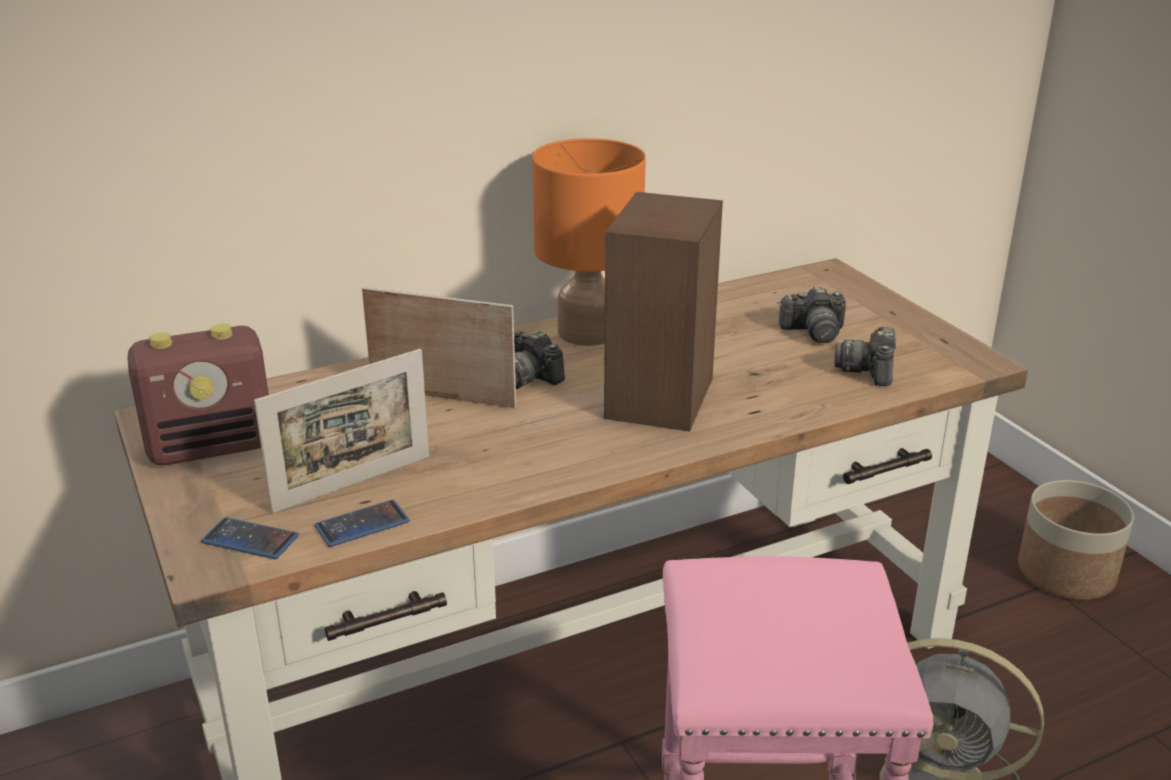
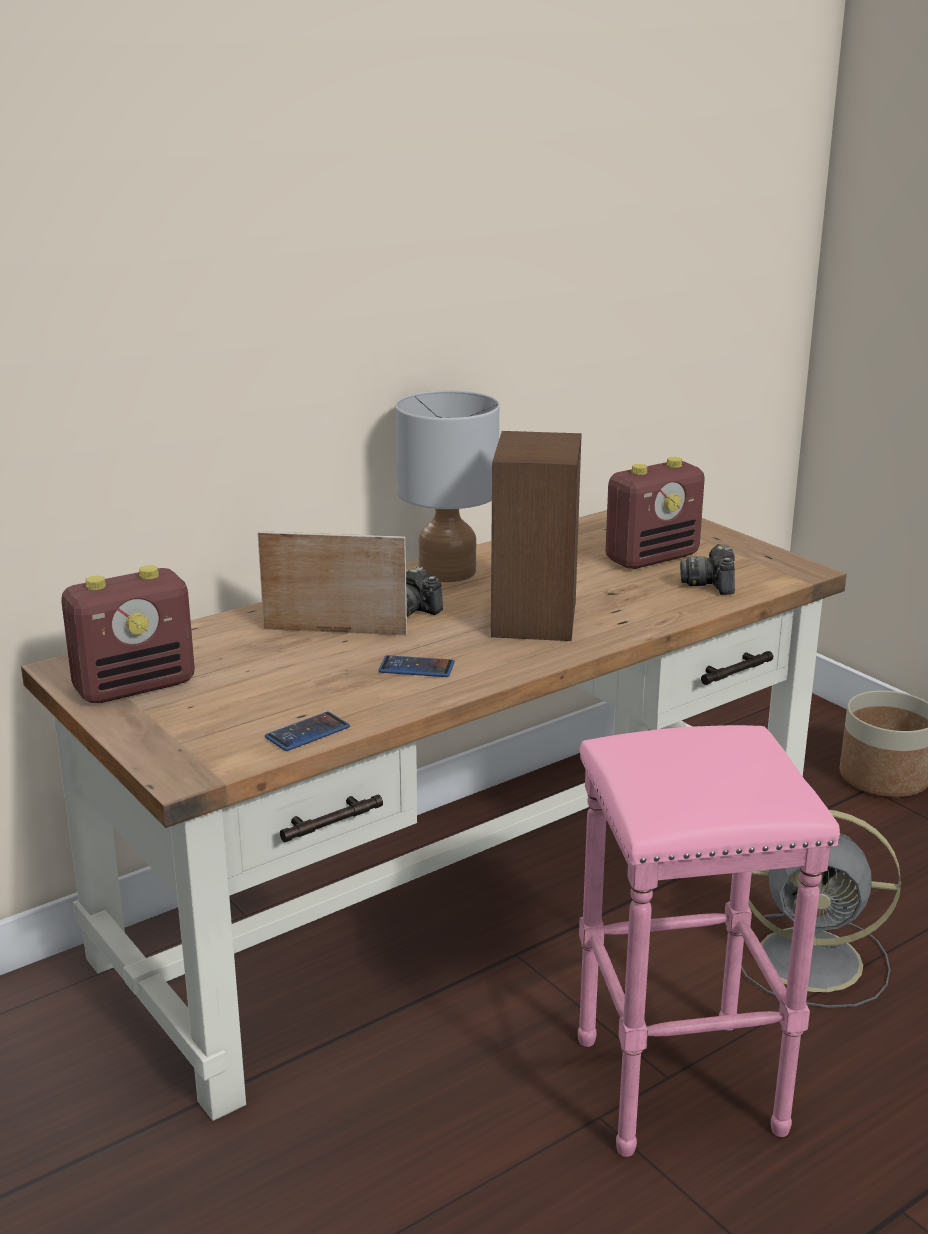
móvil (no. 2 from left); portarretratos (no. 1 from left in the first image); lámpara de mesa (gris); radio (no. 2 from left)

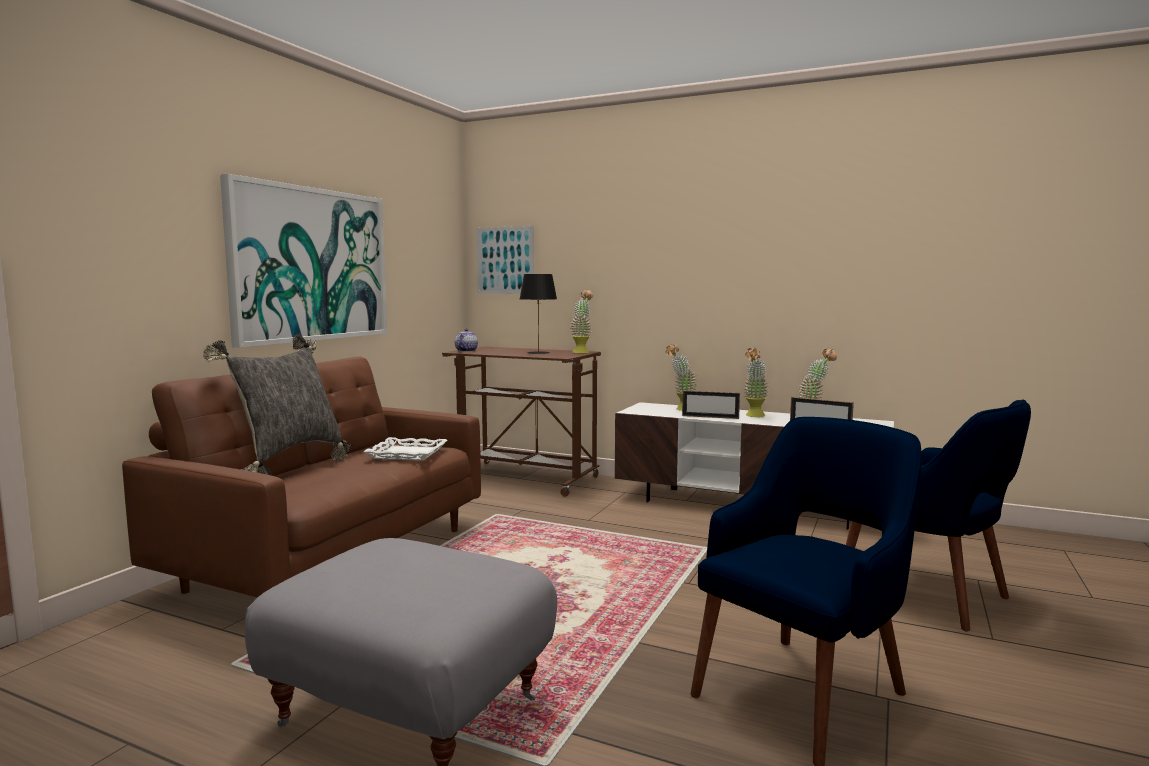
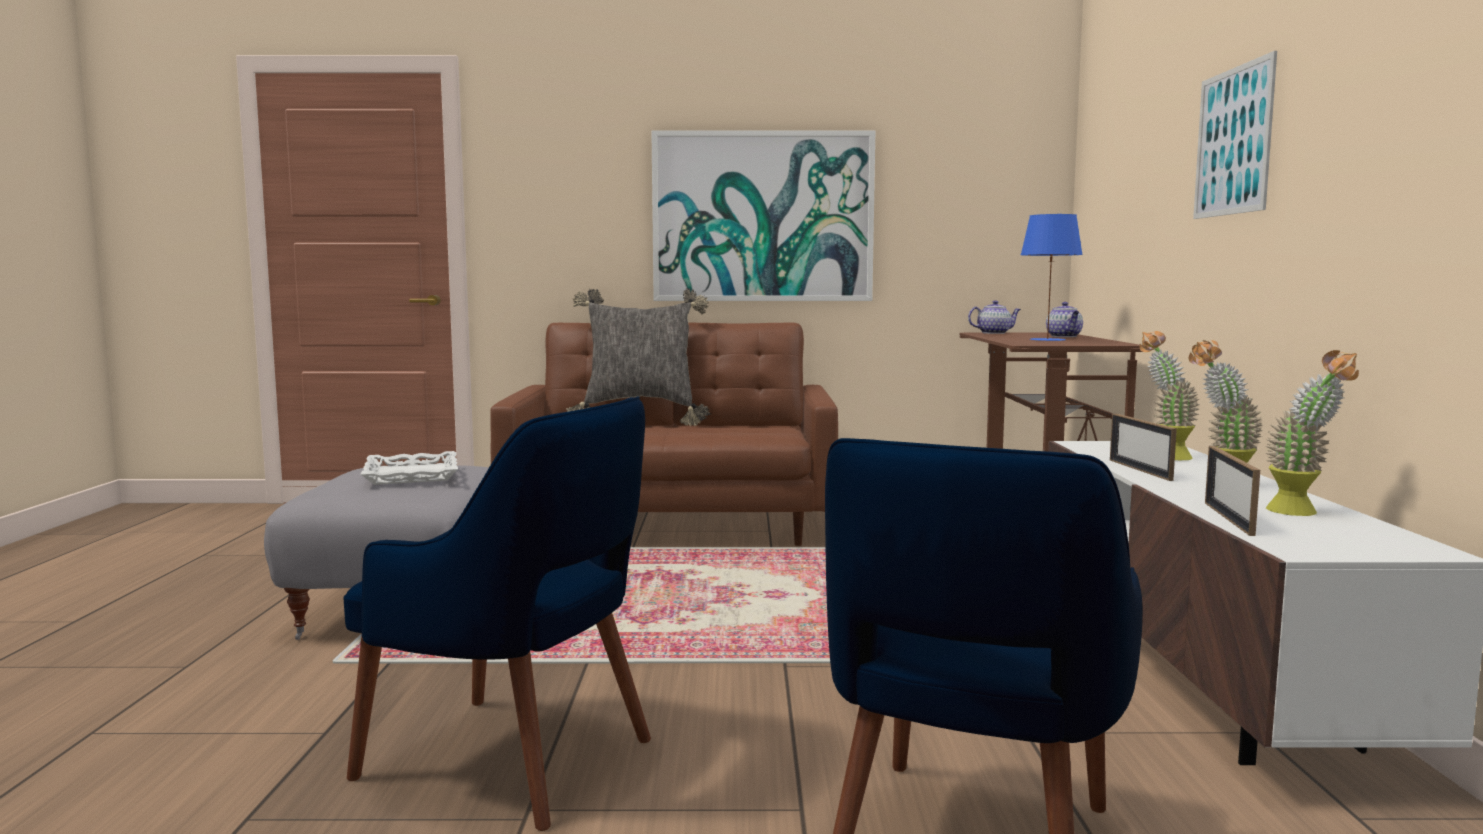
bandeja (blanco); cuadro (no. 2 from left); lámpara de mesa (azul); planta en maceta (no. 1 from left in the first image); tetera (no. 2 from left)

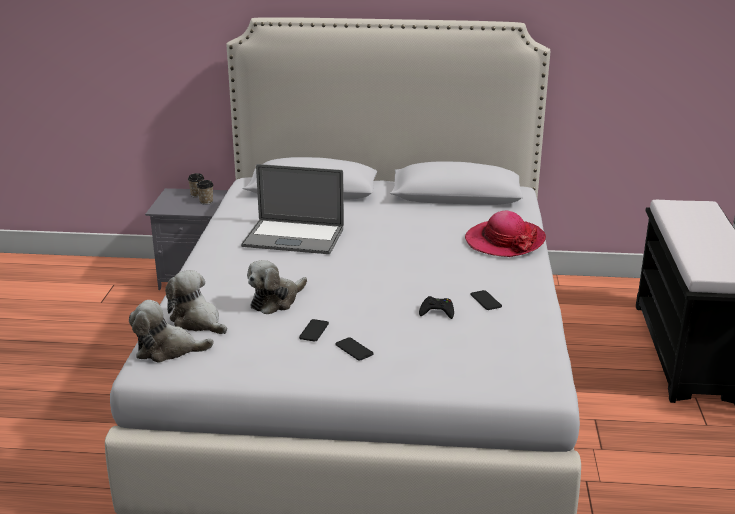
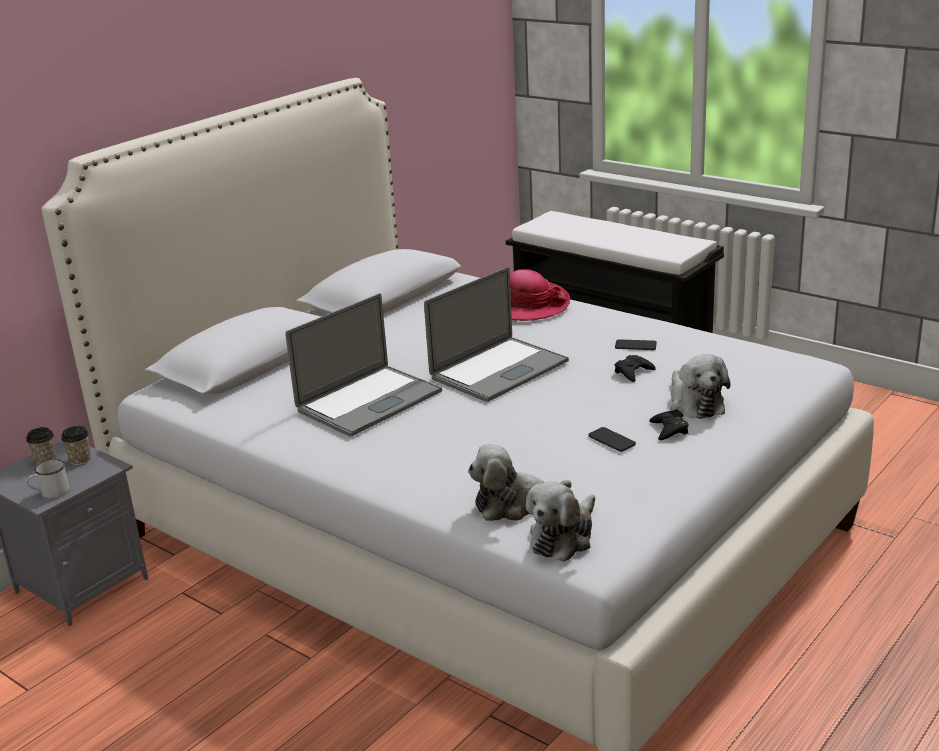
peluche (no. 3 from left); mando de consola (negro) (no. 2 from left); taza grande (blanco); portátil (no. 2 from left)

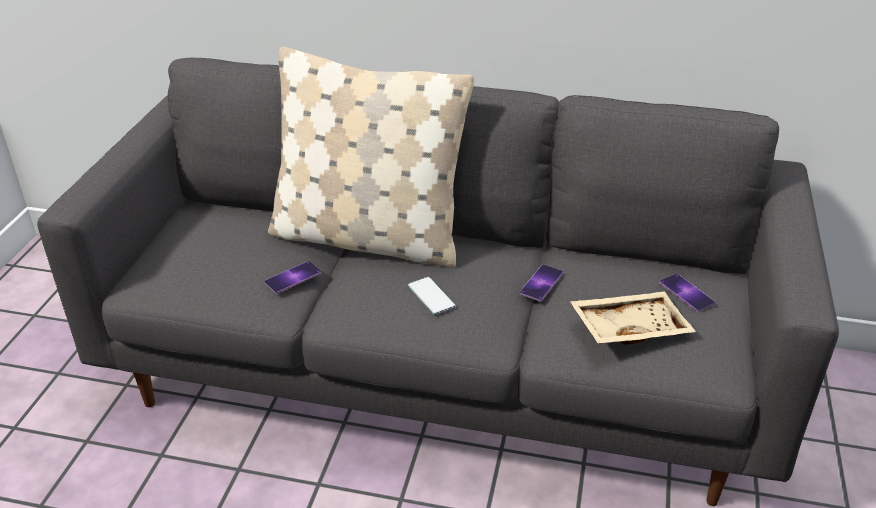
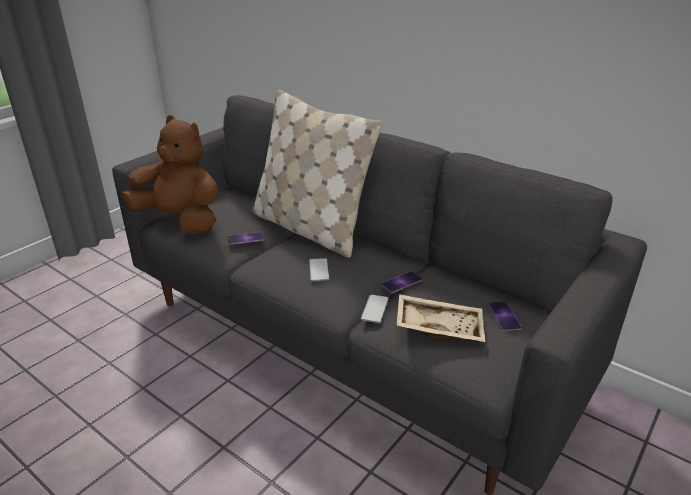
peluche (marrón); móvil (no. 3 from left)

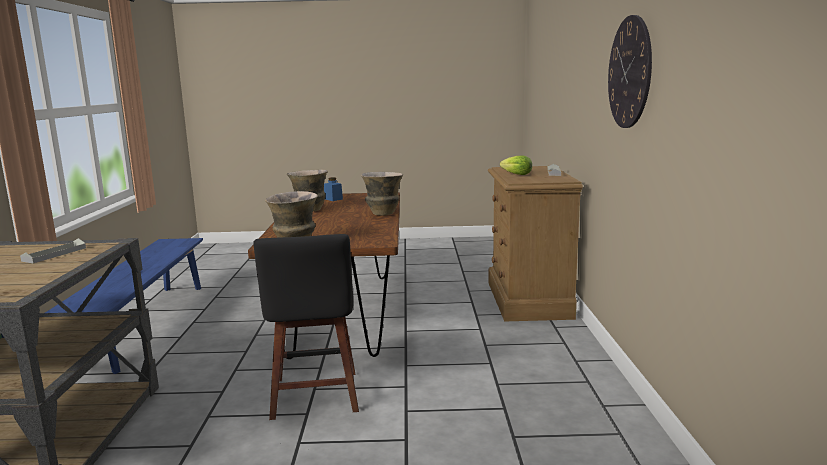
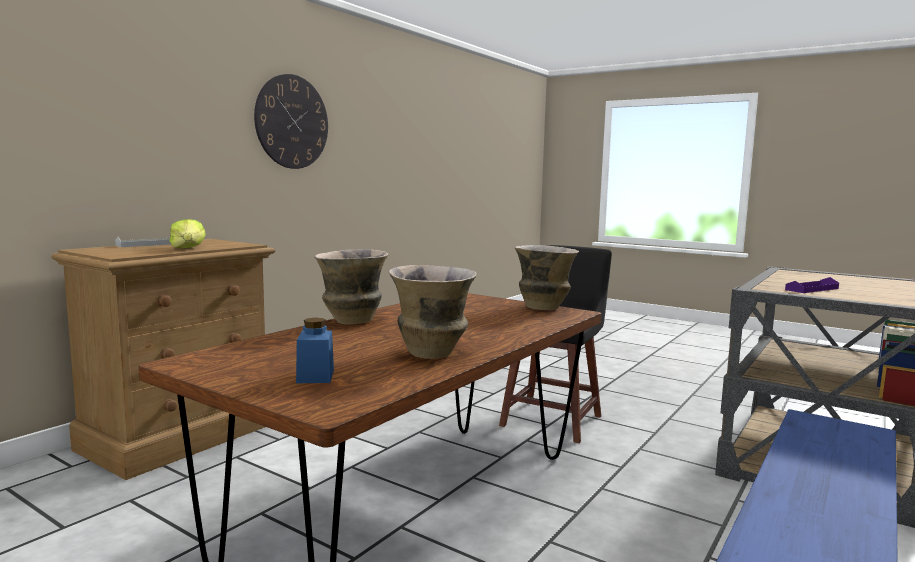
bandeja (morado)

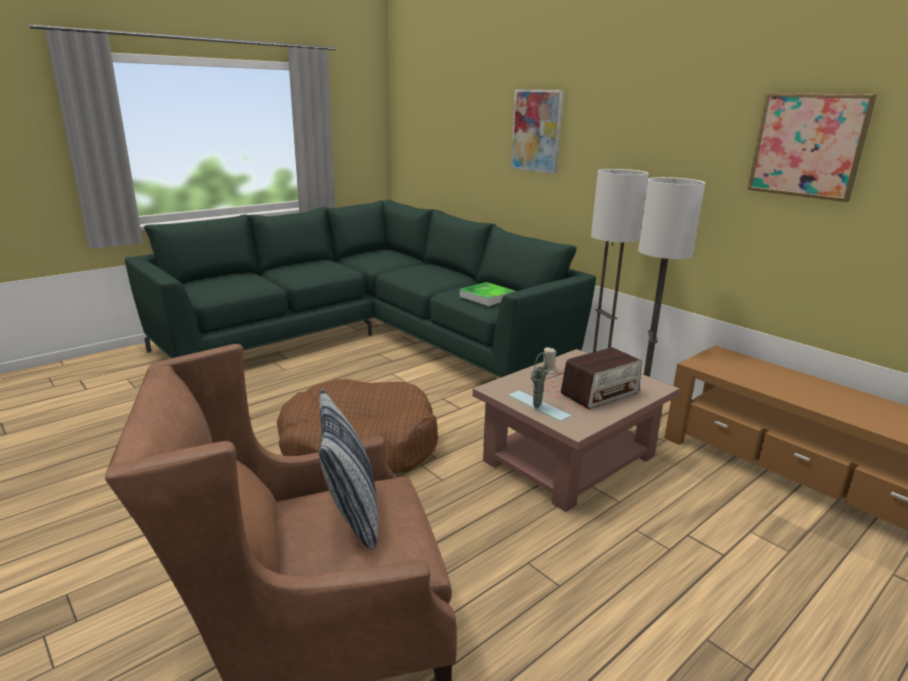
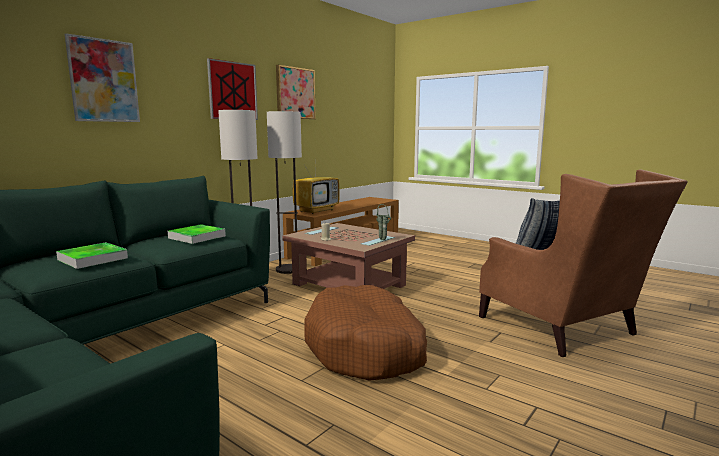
radio; bandeja (no. 1 from left); cuadro (no. 2 from left); televisor

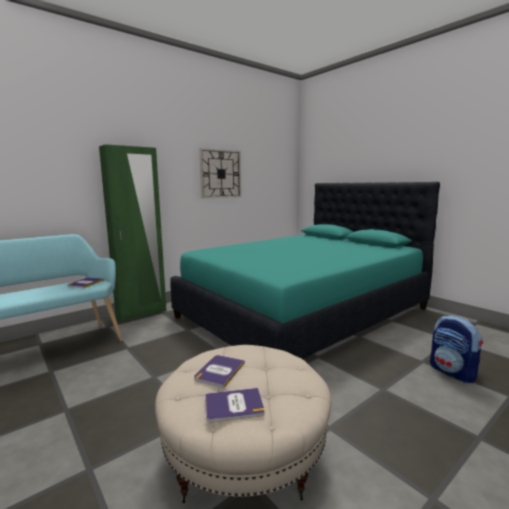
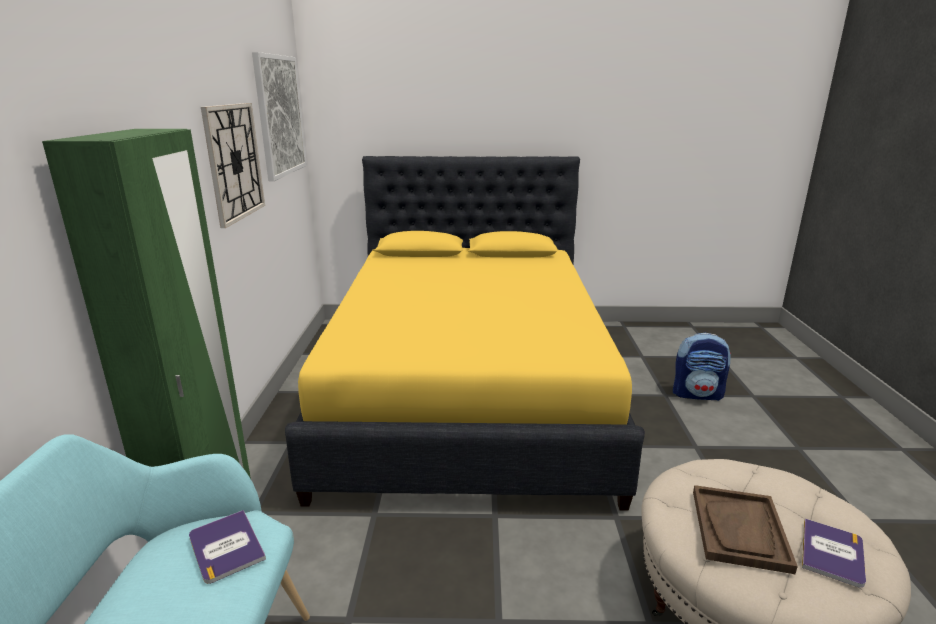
cama (amarillo); bandeja (marrón); cuadro

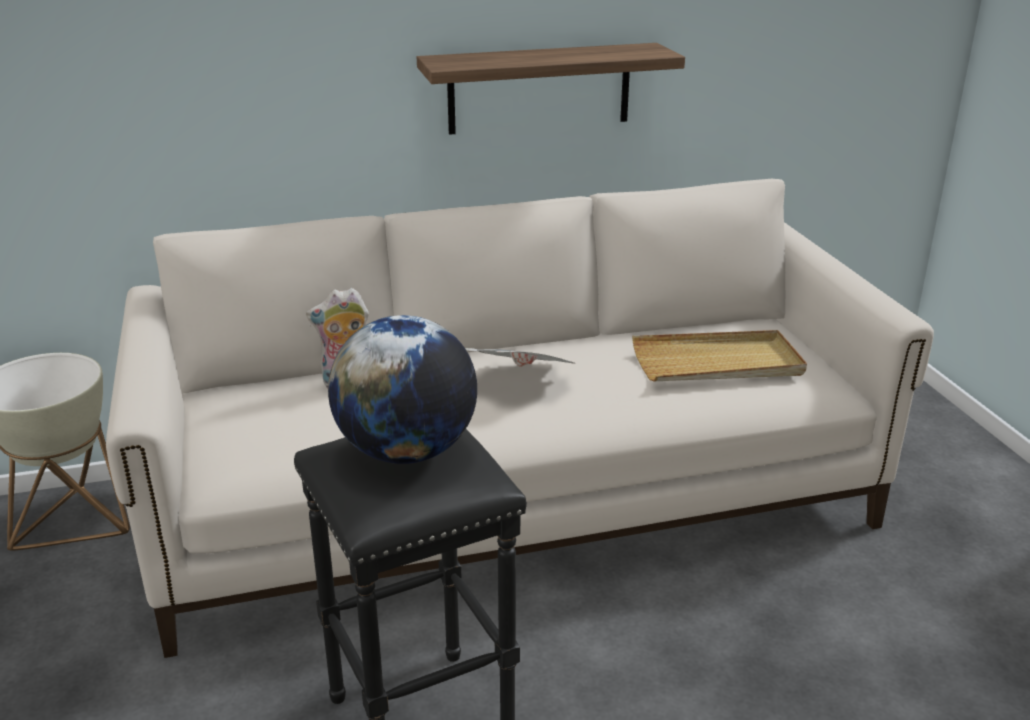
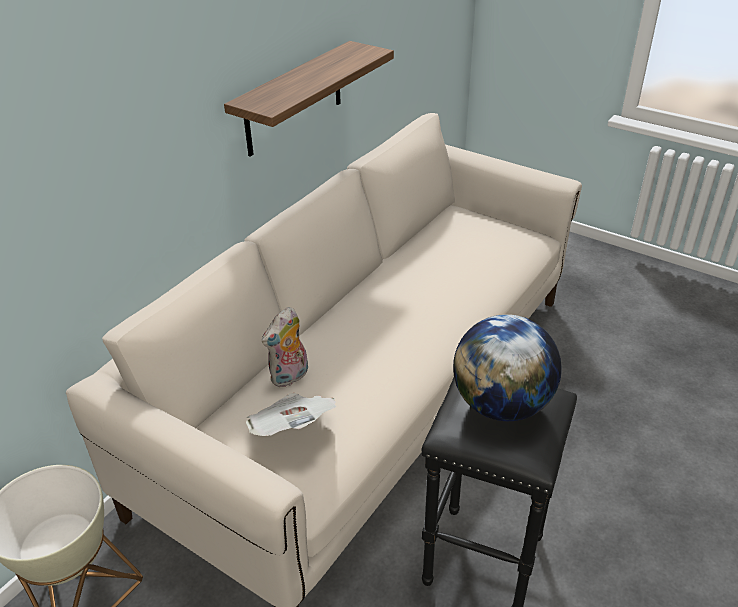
periódico; bandeja (beis)

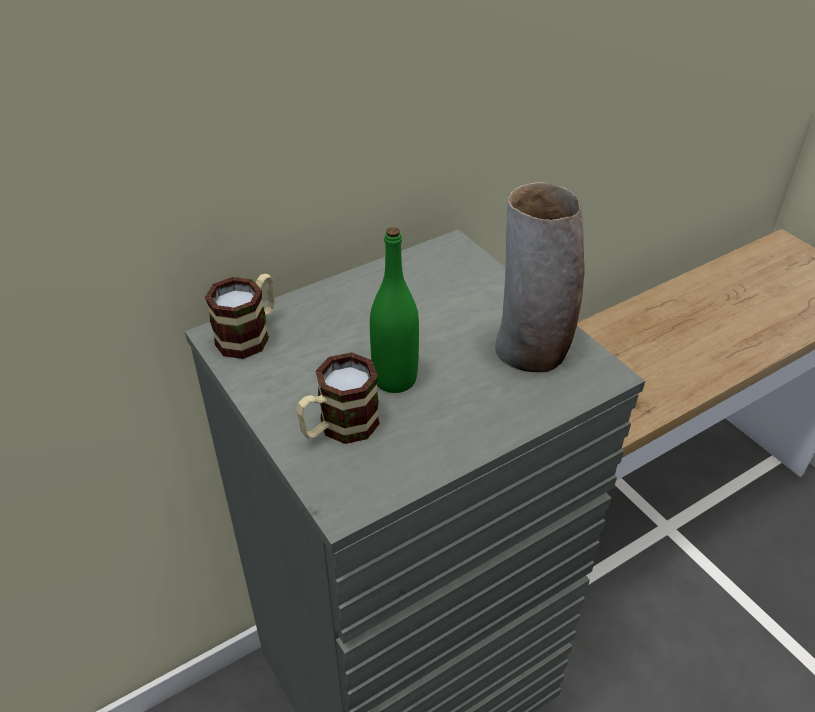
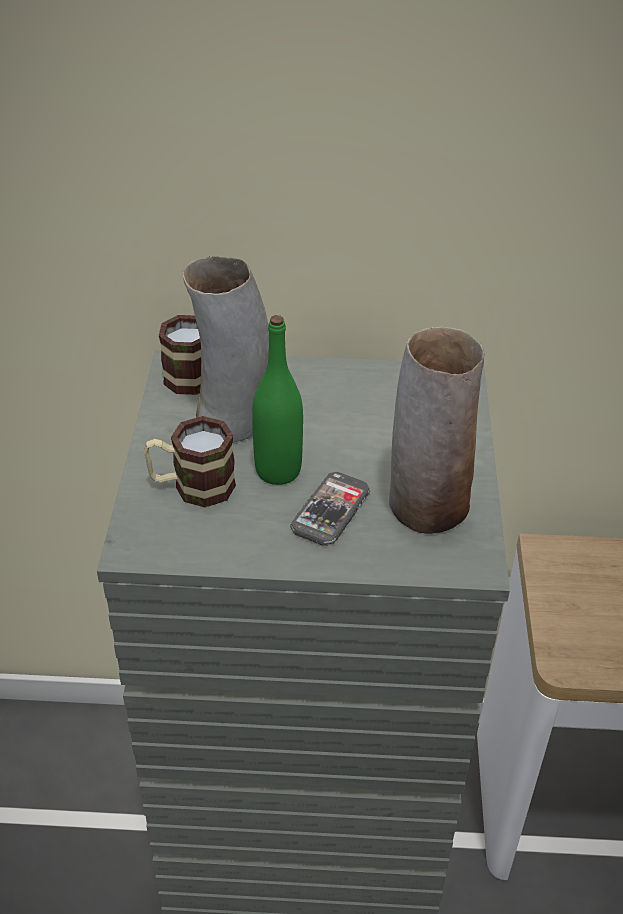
florero (no. 1 from left); móvil

